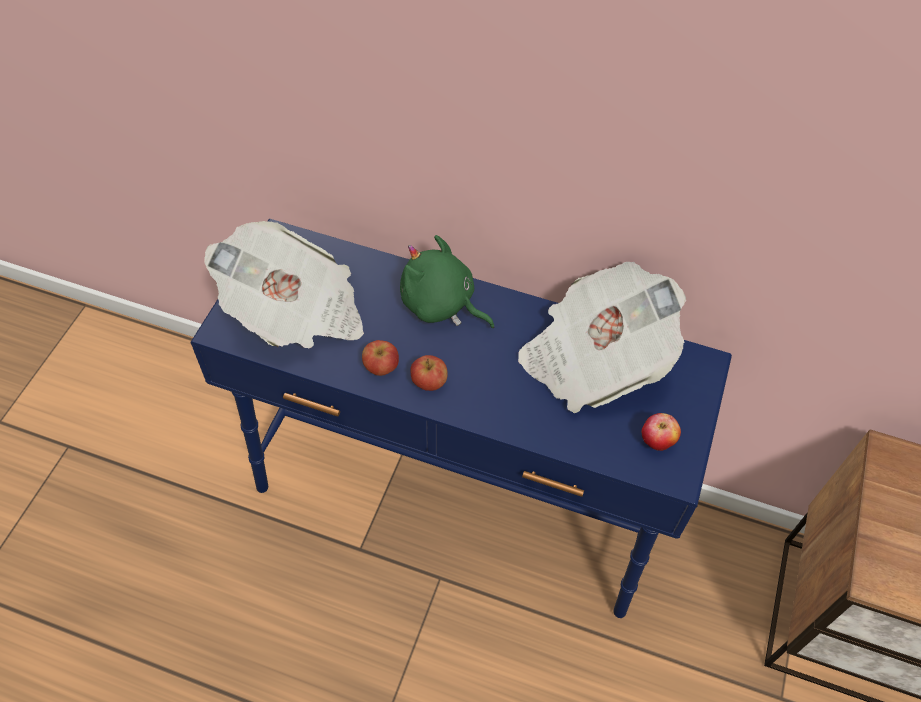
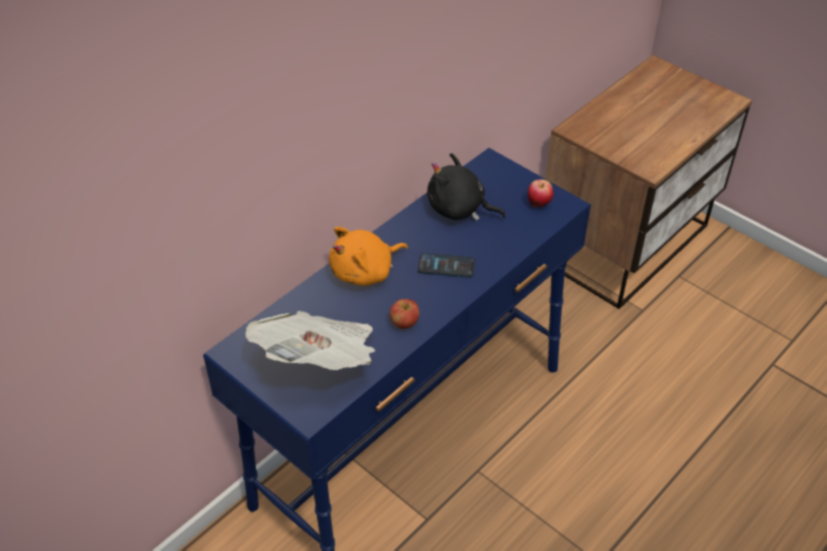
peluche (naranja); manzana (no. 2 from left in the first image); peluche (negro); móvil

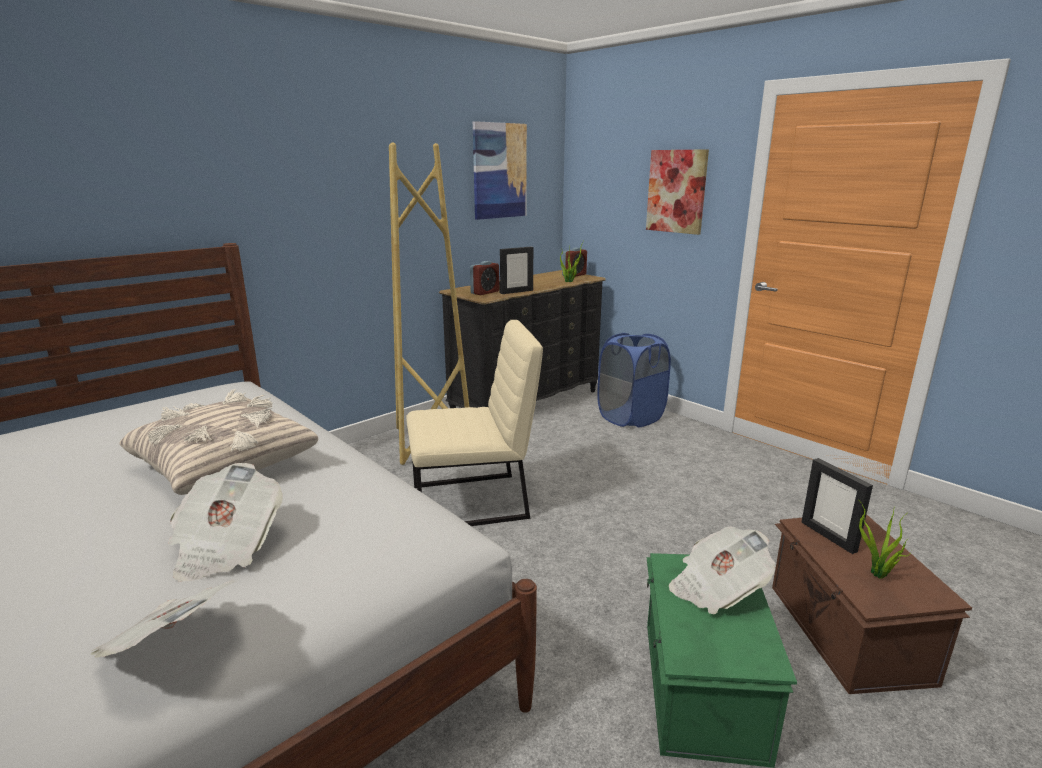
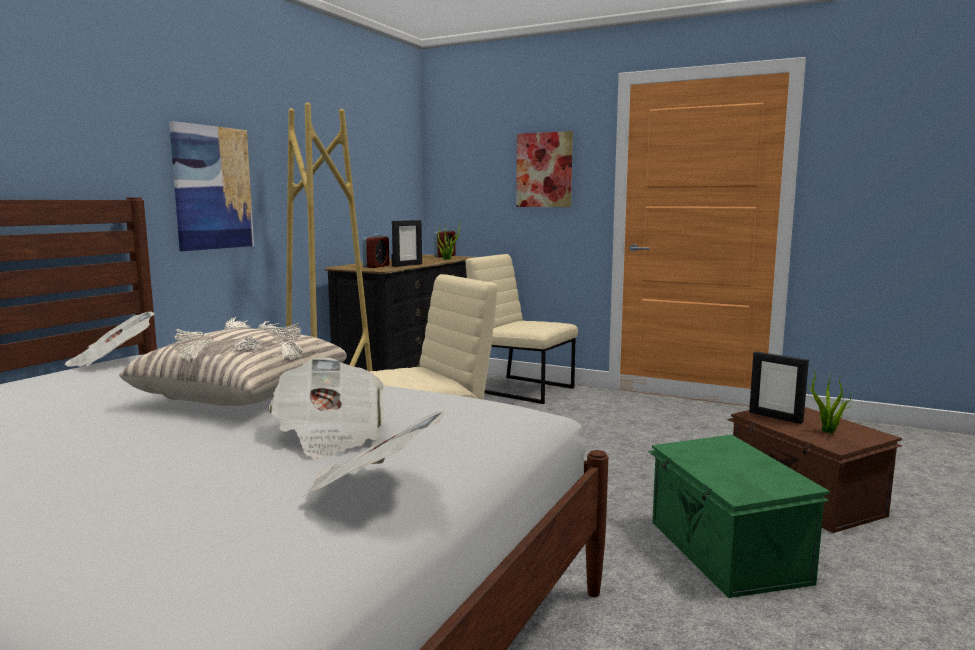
cuadro (no. 1 from left); silla (beis) (no. 2 from left); periódico (no. 1 from left)

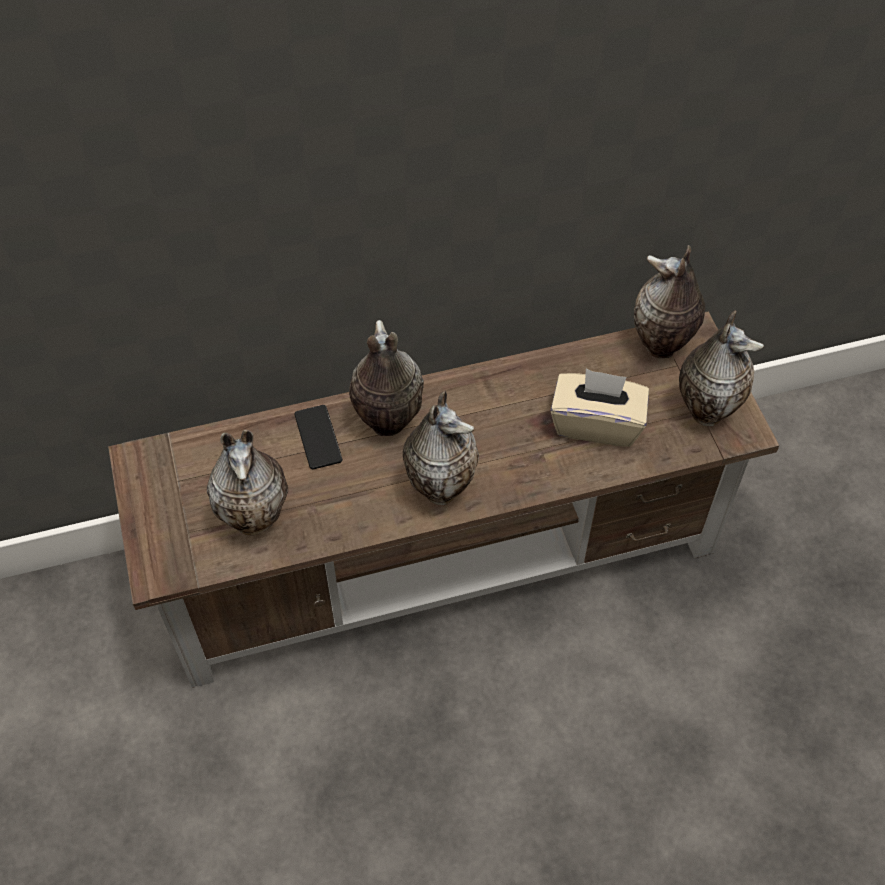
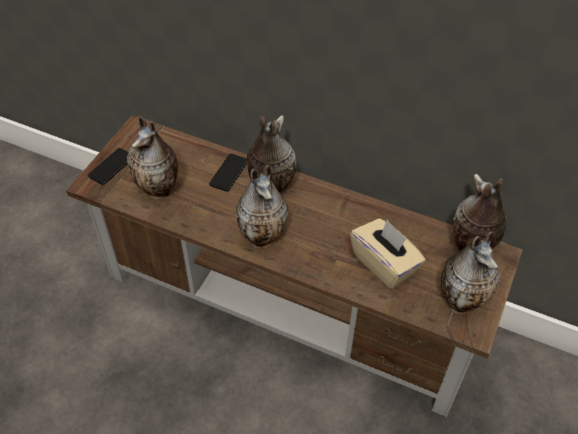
móvil (no. 1 from left)

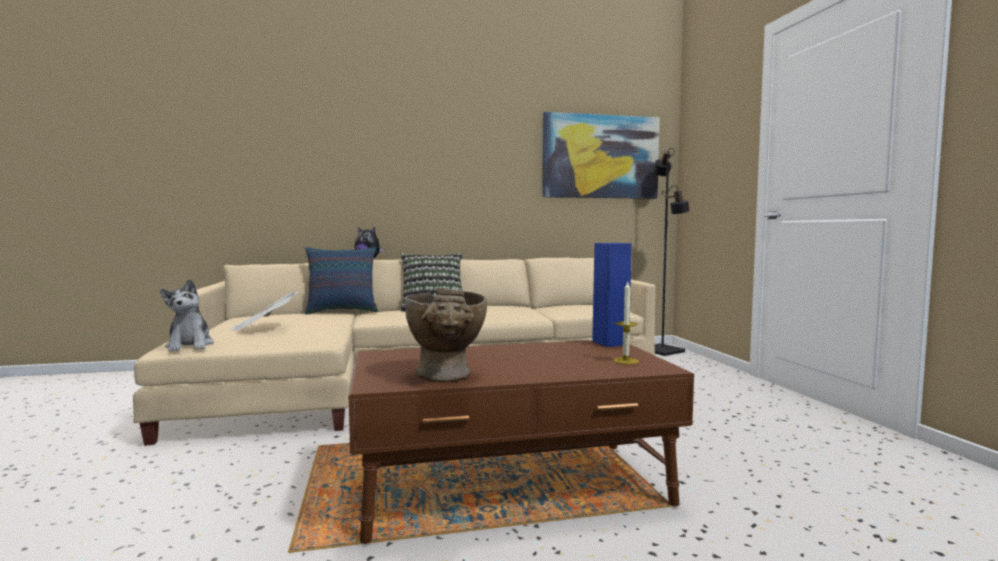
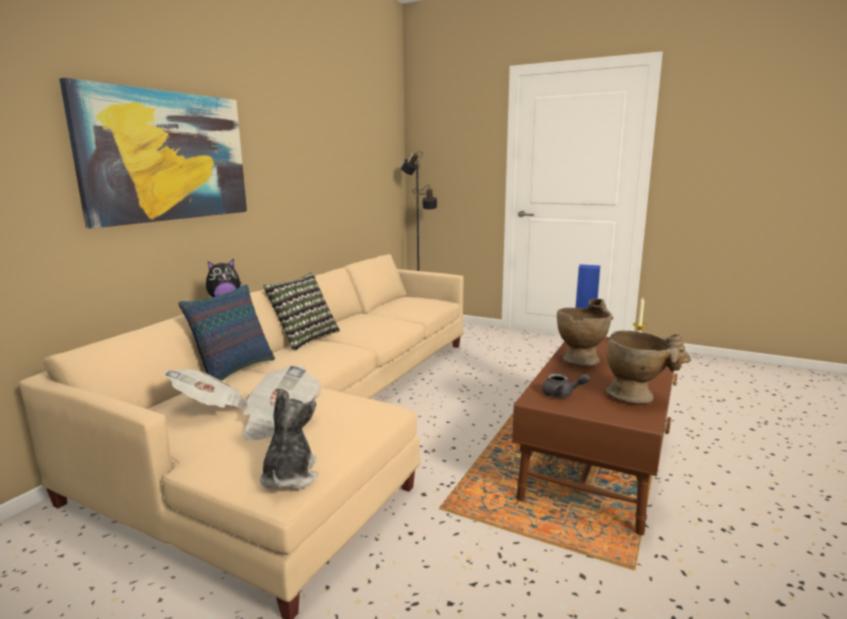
peluche (no. 2 from left); cuadro; periódico (no. 1 from left); tetera (gris); florero (beis) (no. 1 from left)

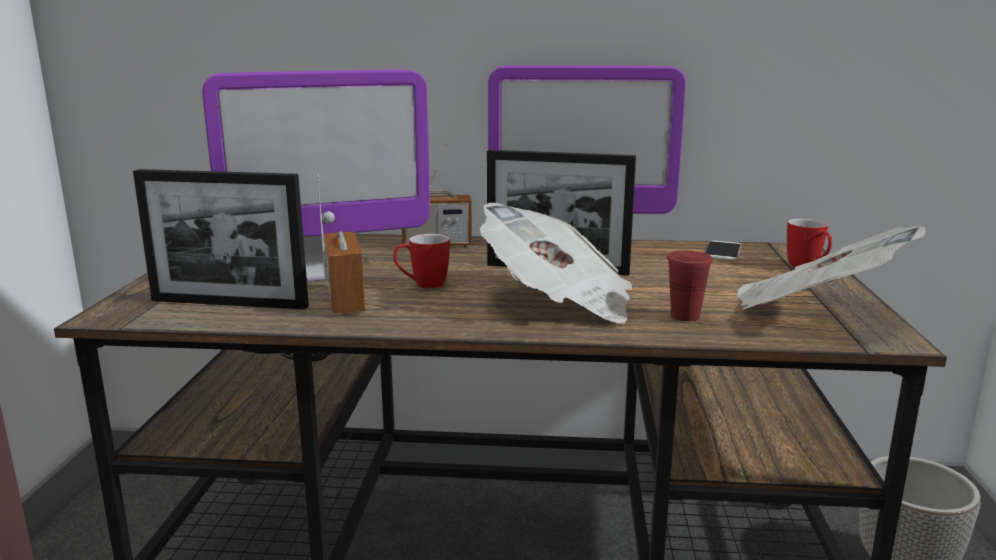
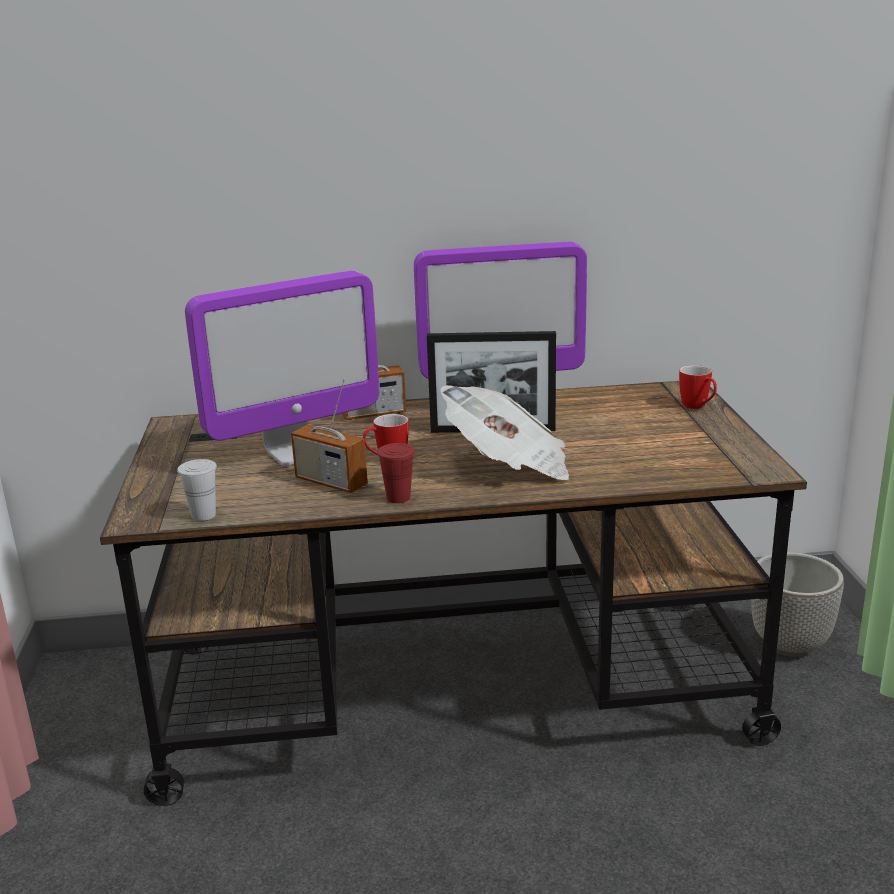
portarretratos (no. 1 from left in the first image); radio (no. 1 from left); taza (rojo); móvil; periódico (no. 2 from left in the first image); taza (blanco)

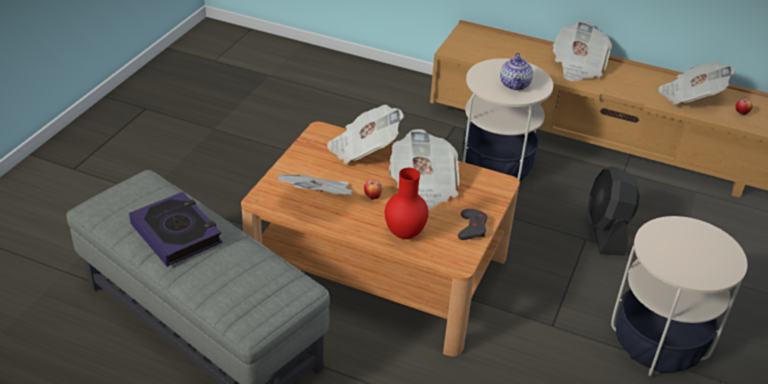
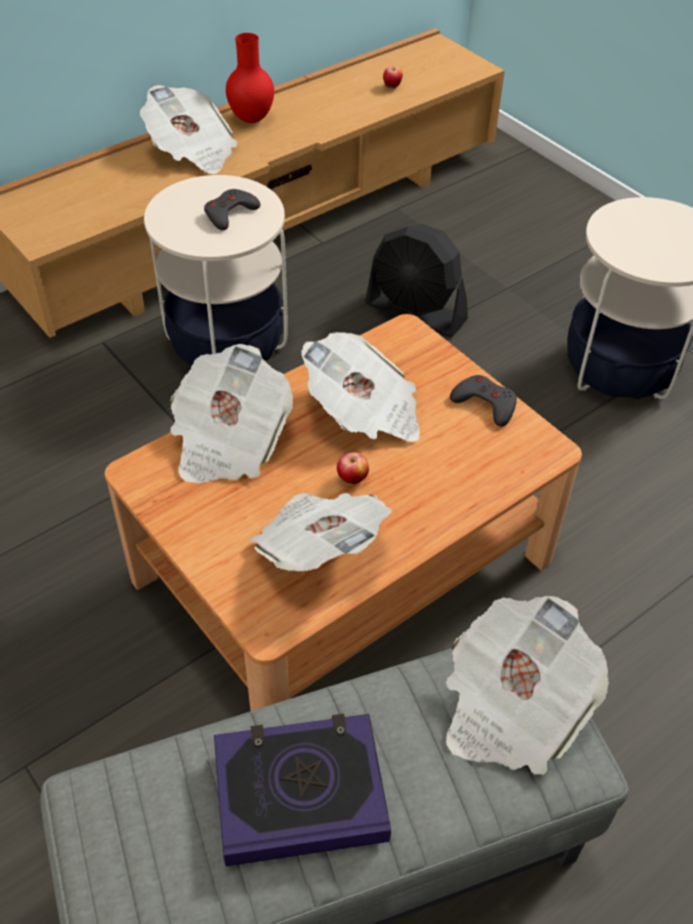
florero (rojo); mando de consola (gris) (no. 1 from left); periódico (no. 5 from left)

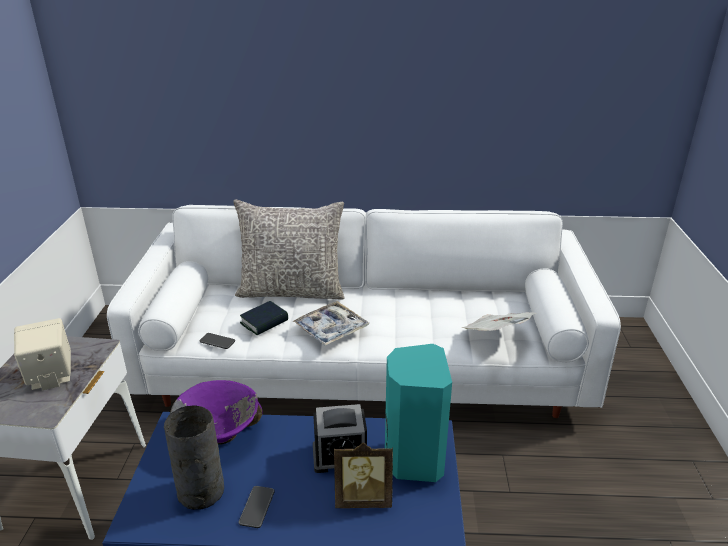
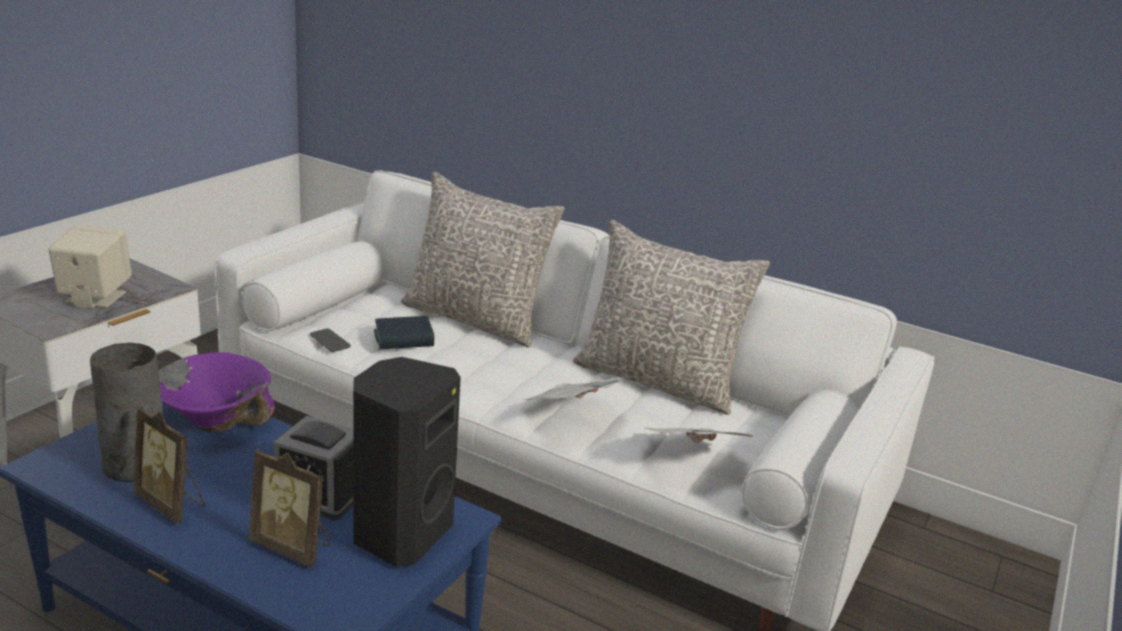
portarretratos (no. 1 from left); bandeja; altavoz (negro); periódico (no. 1 from left); cojín (gris) (no. 2 from left)

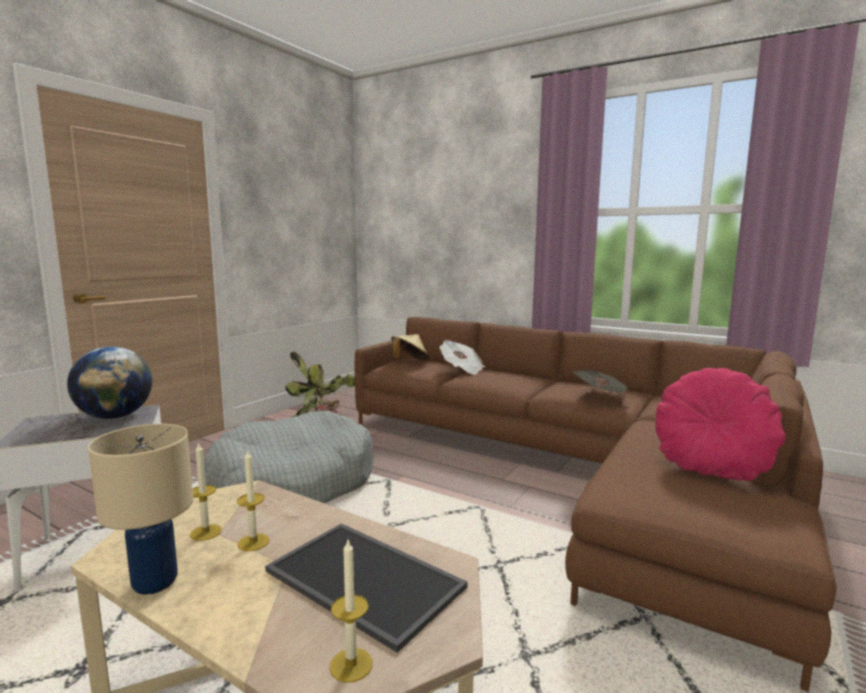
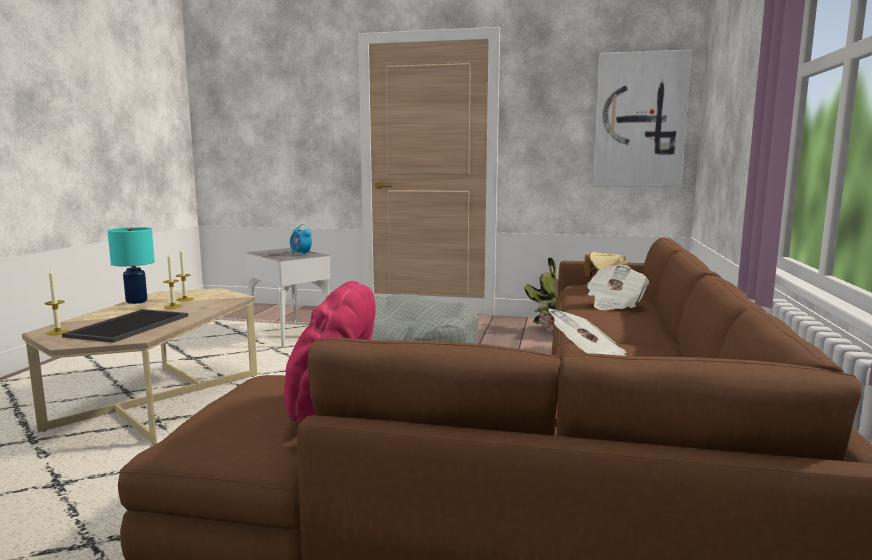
despertador; lámpara de mesa (turquesa); cuadro

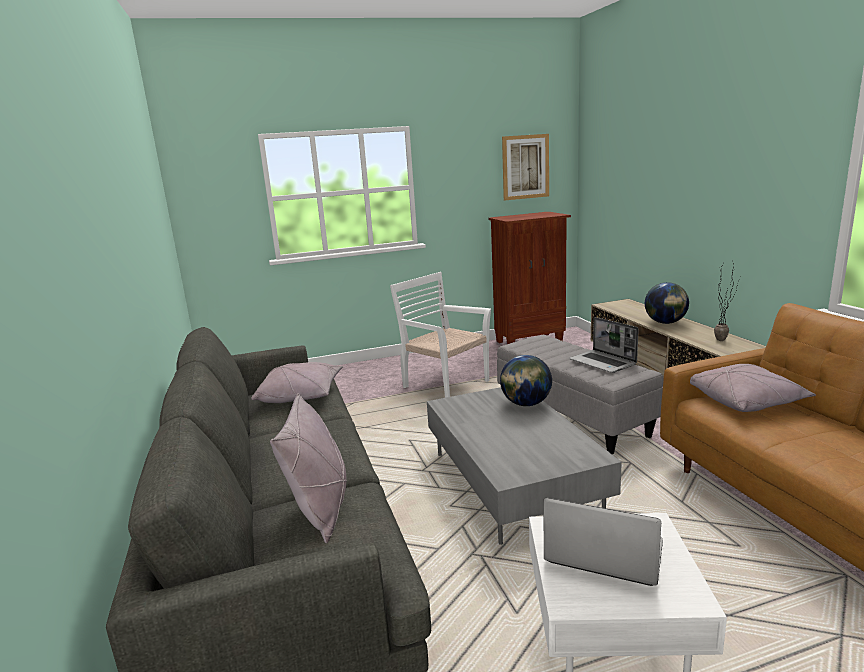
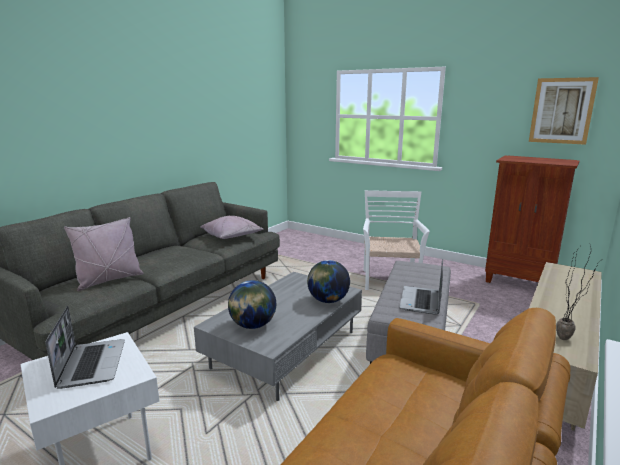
globo terráqueo (no. 1 from left); cojín (morado) (no. 3 from left in the first image)

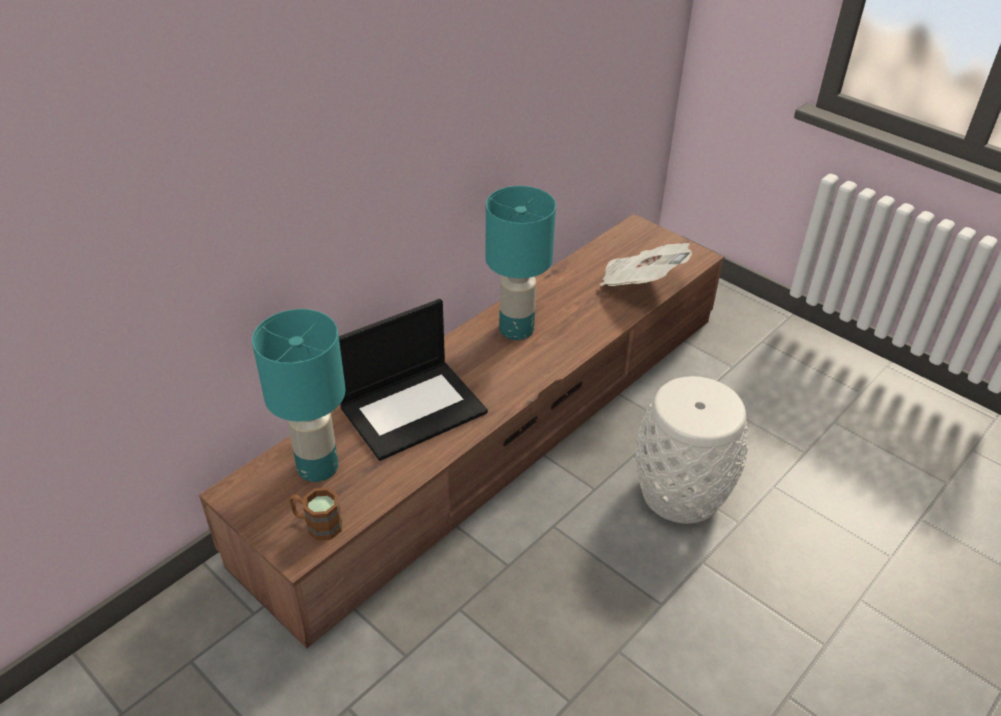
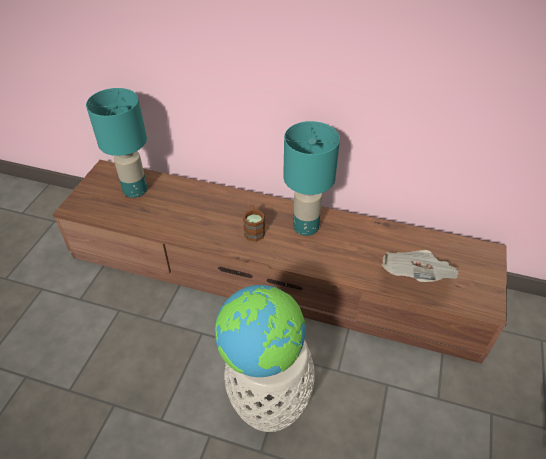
taza grande (marrón); portátil; globo terráqueo

